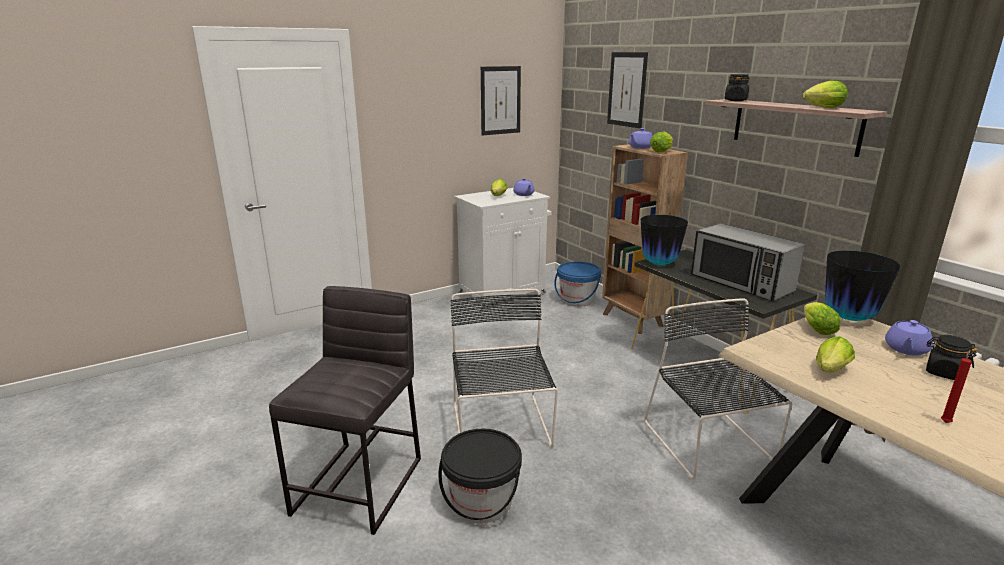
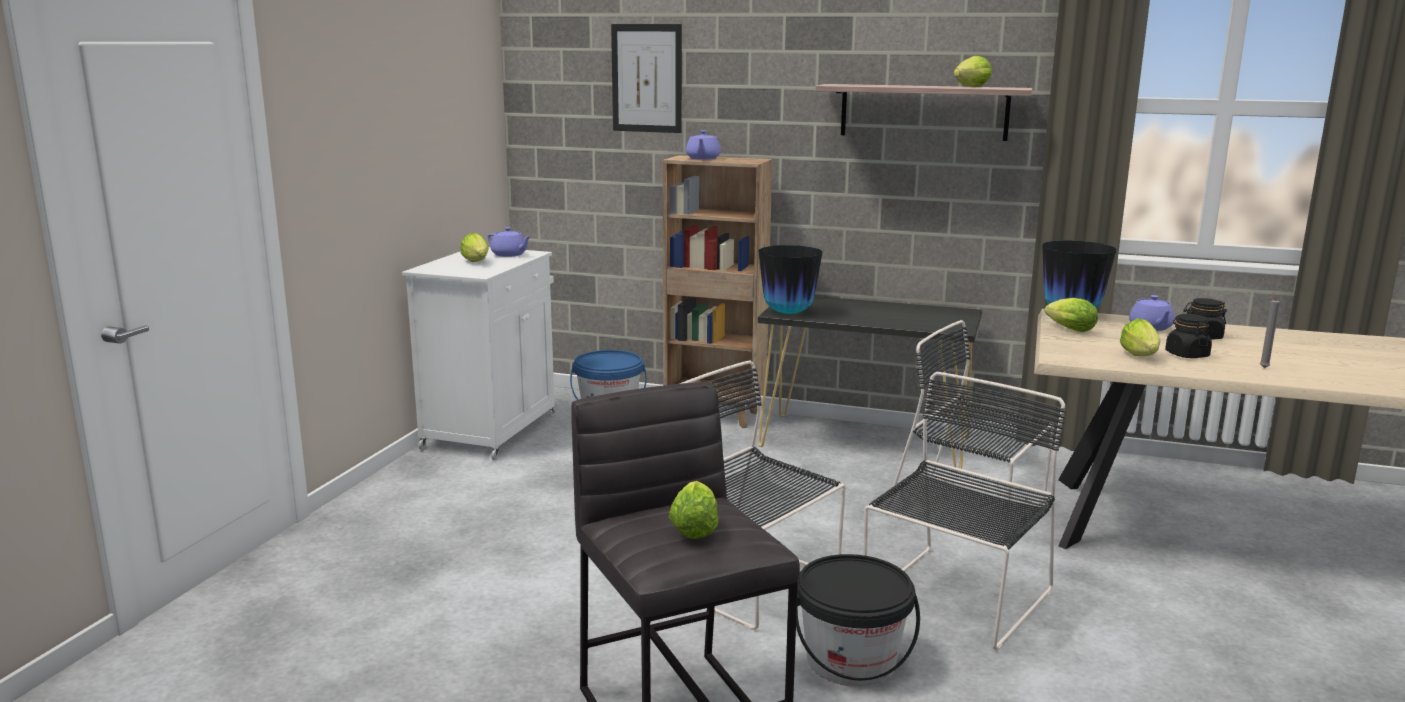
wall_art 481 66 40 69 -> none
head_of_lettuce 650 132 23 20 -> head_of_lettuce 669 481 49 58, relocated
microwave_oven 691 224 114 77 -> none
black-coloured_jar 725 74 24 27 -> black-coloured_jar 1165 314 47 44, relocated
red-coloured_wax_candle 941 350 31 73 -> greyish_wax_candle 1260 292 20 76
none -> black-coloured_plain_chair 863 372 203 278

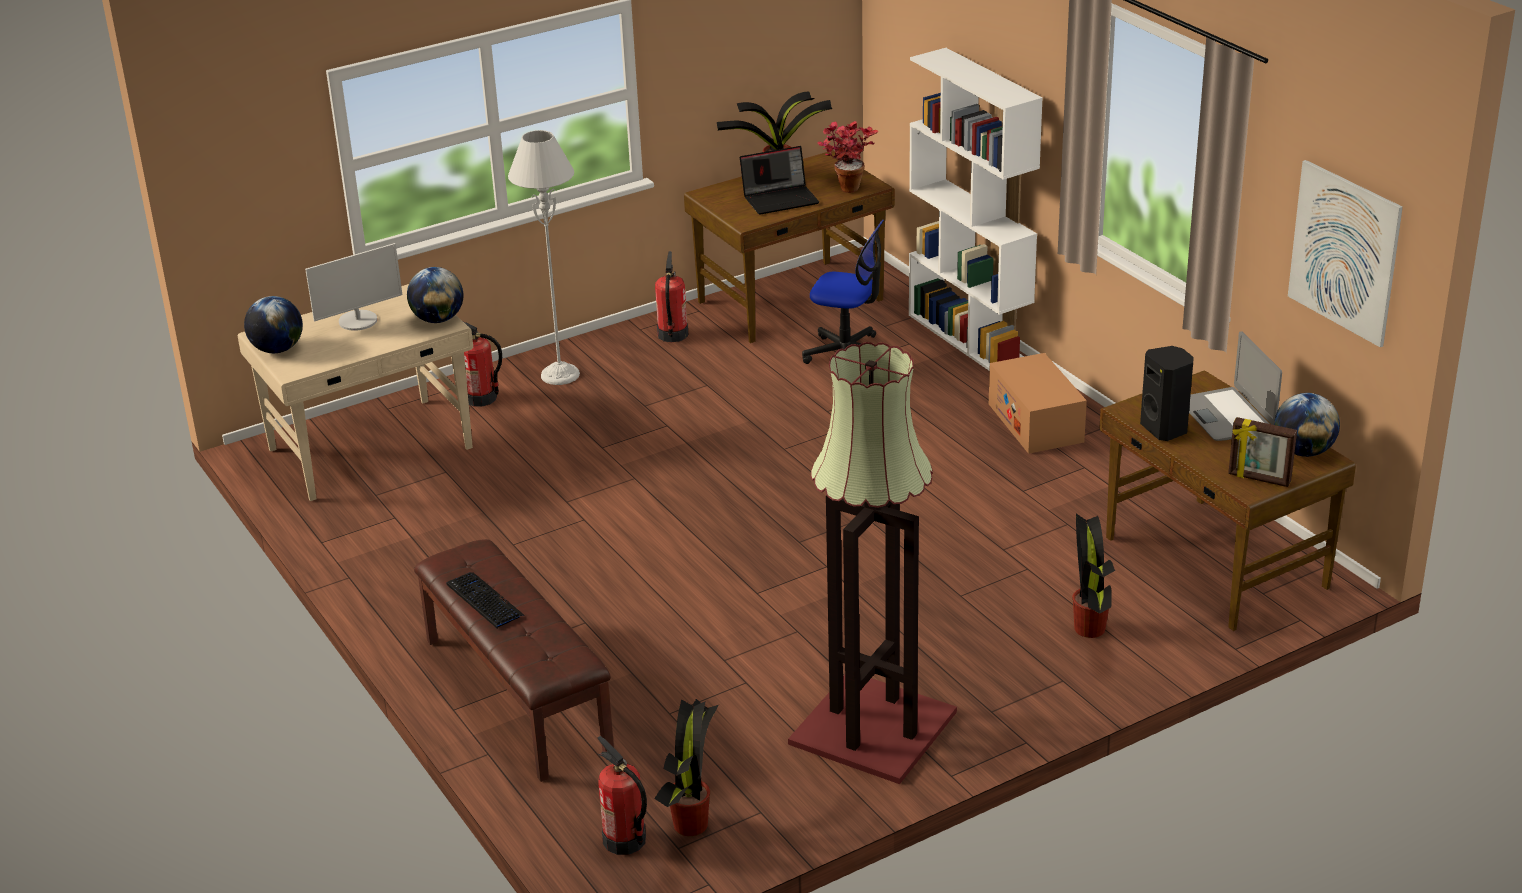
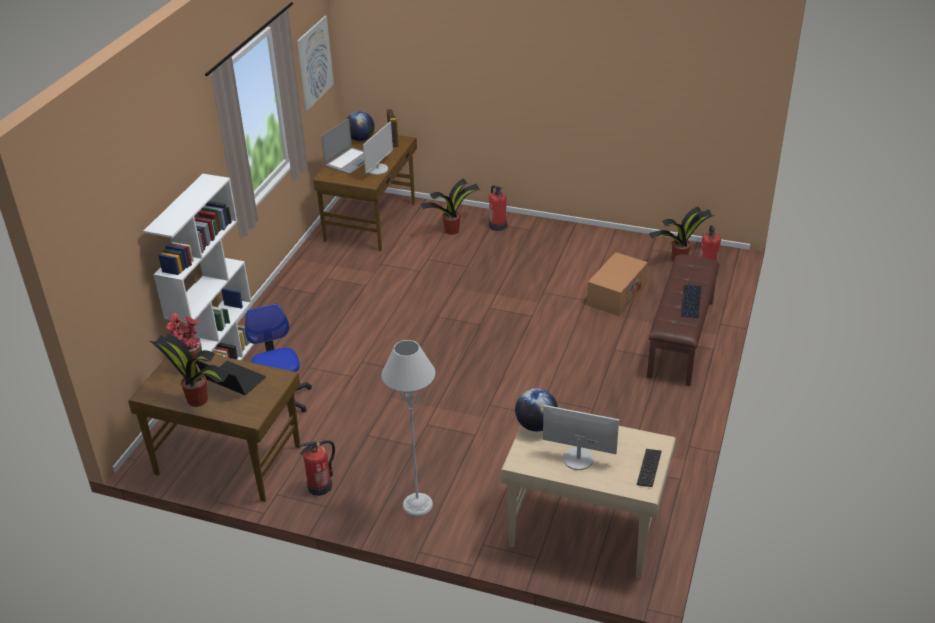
globe 244 296 59 57 -> computer_keyboard 637 449 25 38
fire_extinguisher 463 321 39 86 -> fire_extinguisher 489 185 18 46, relocated
floor_lamp 788 342 169 442 -> none
carton 989 353 98 101 -> carton 587 252 61 64, relocated
black-coloured_loudspeaker 1140 346 54 95 -> computer_screen 363 122 30 53

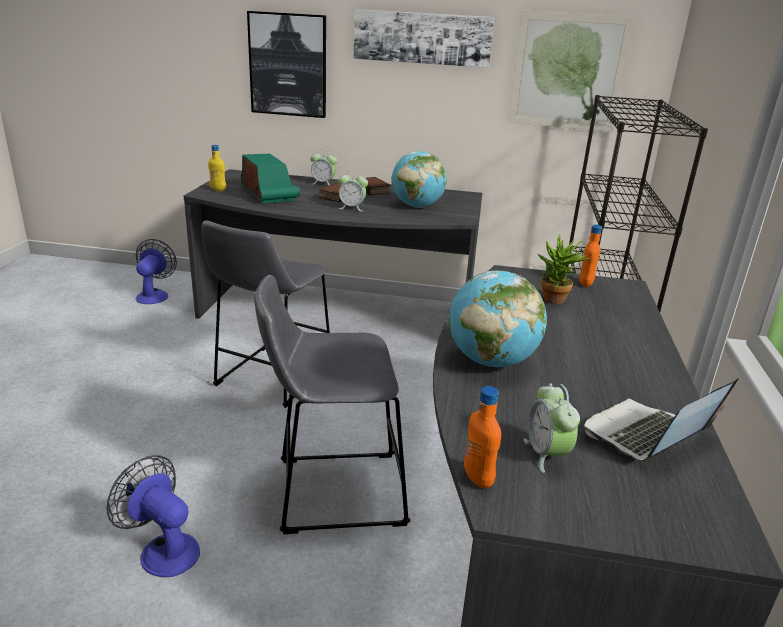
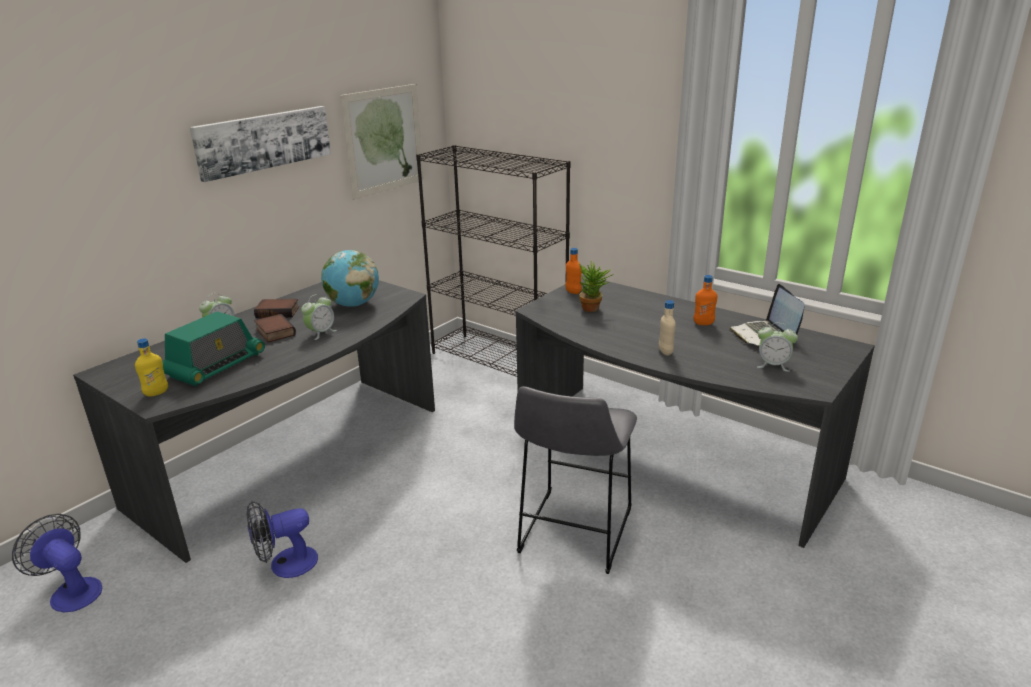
fan 106 455 94 122 -> fan 247 501 71 77, relocated
greyish_stool_seat 201 221 129 187 -> none
radio_receiver 241 154 59 50 -> radio_receiver 162 311 103 75, 120 degrees clockwise
wall_art 247 11 79 107 -> none
globe 449 270 98 97 -> beige_bottle 659 300 17 56
orangey_bottle 464 386 37 102 -> orangey_bottle 694 275 23 50, relocated

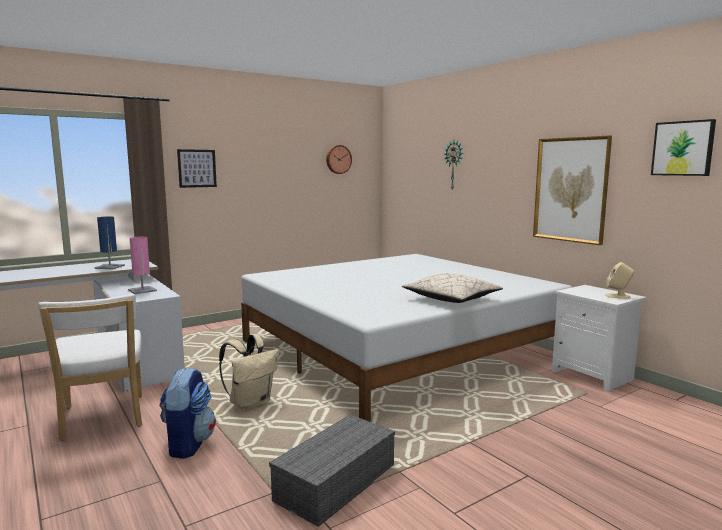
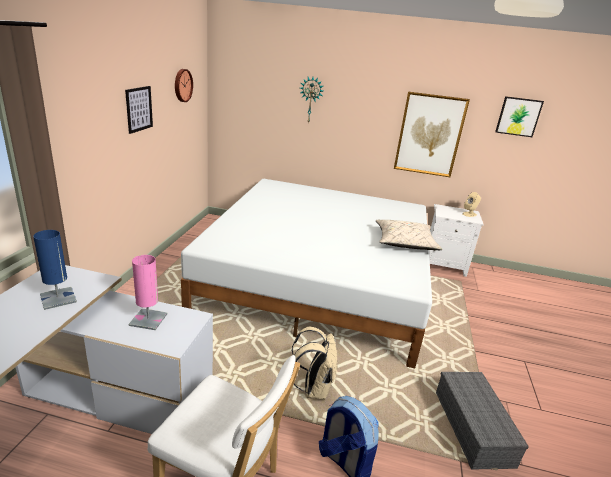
wall_art 177 149 40 39 -> wall_art 125 86 28 48, relocated

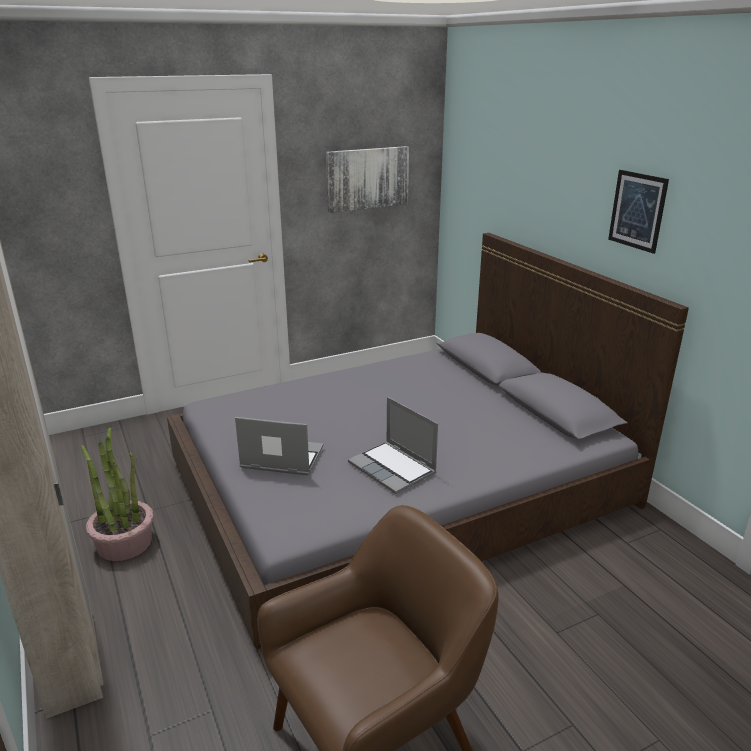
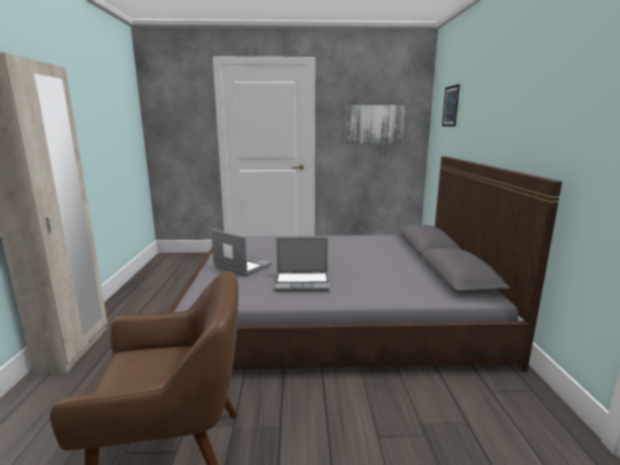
plant_in_a_pot 81 428 73 133 -> none
laptop 348 397 90 97 -> laptop 274 237 56 55, 75 degrees counterclockwise
wall_art 608 170 61 84 -> wall_art 442 84 18 42, relocated

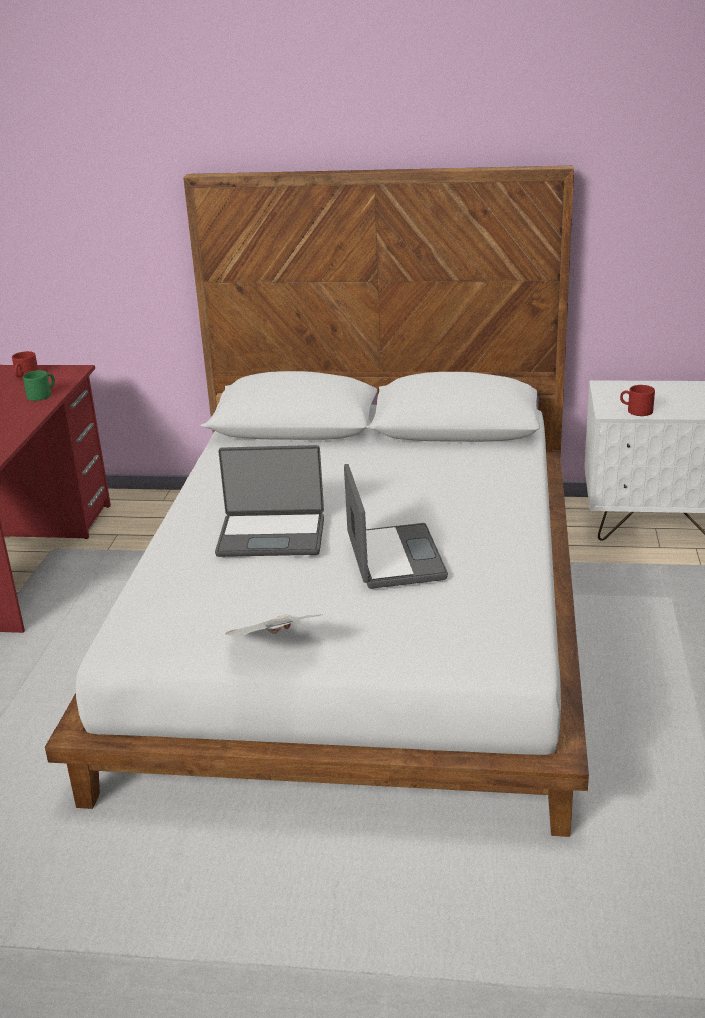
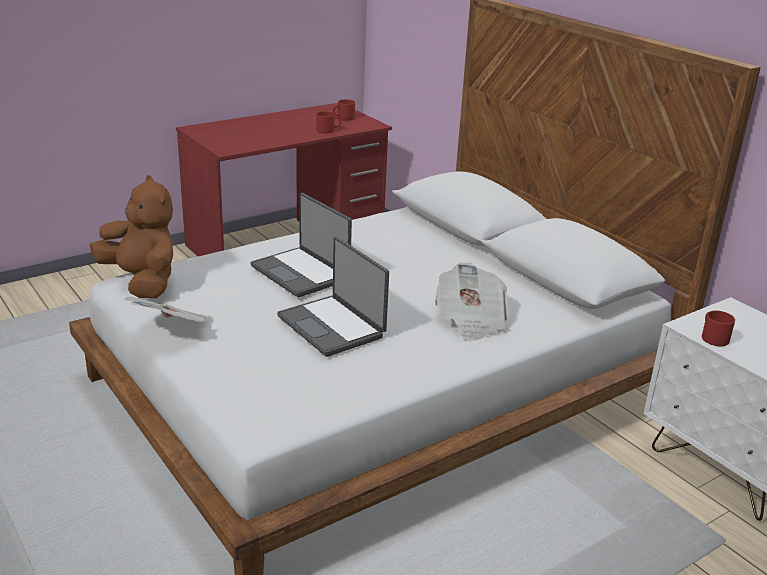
greenish_coffee_mug 23 370 32 31 -> red-coloured_coffee_mug 316 111 25 22
laptop 344 464 104 125 -> laptop 277 237 112 120, 105 degrees clockwise
none -> brownish_plush_toy 90 175 83 123
none -> daily_paper 435 262 74 79

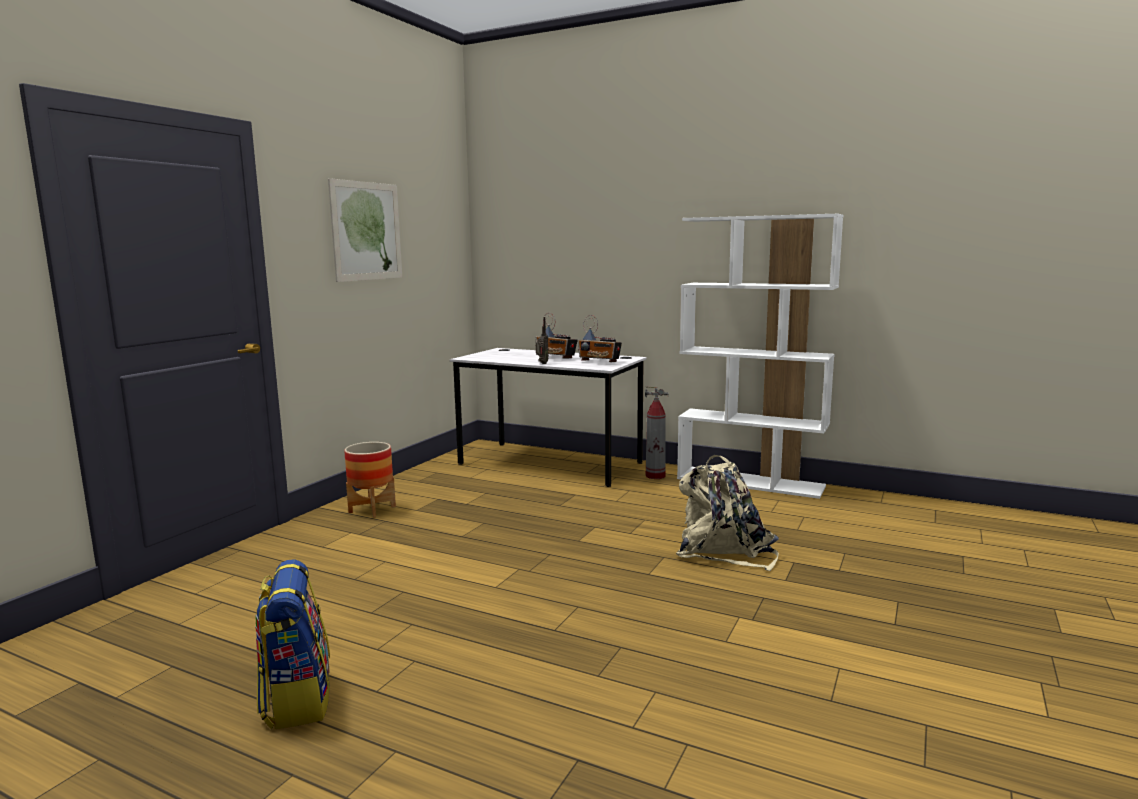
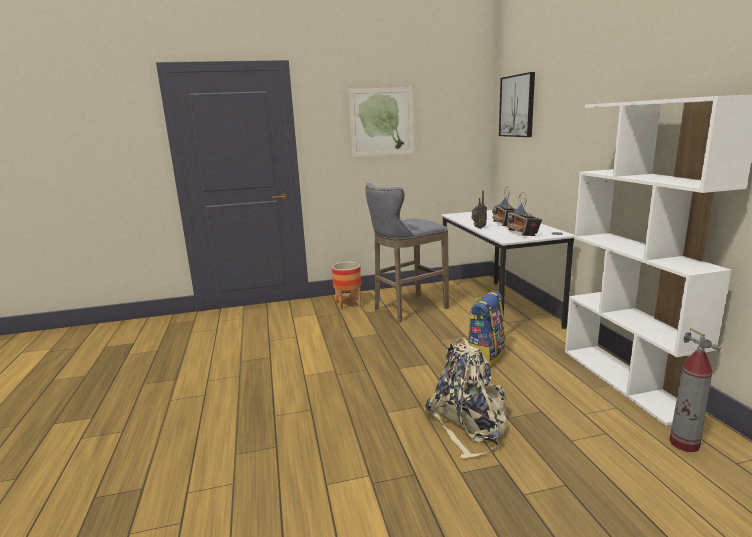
rucksack 255 559 75 170 -> rucksack 468 291 38 78, relocated
fire_extinguisher 645 386 23 93 -> fire_extinguisher 669 328 52 124, relocated
none -> greyish_stool_seat 365 183 84 140
none -> wall_art 499 72 36 65

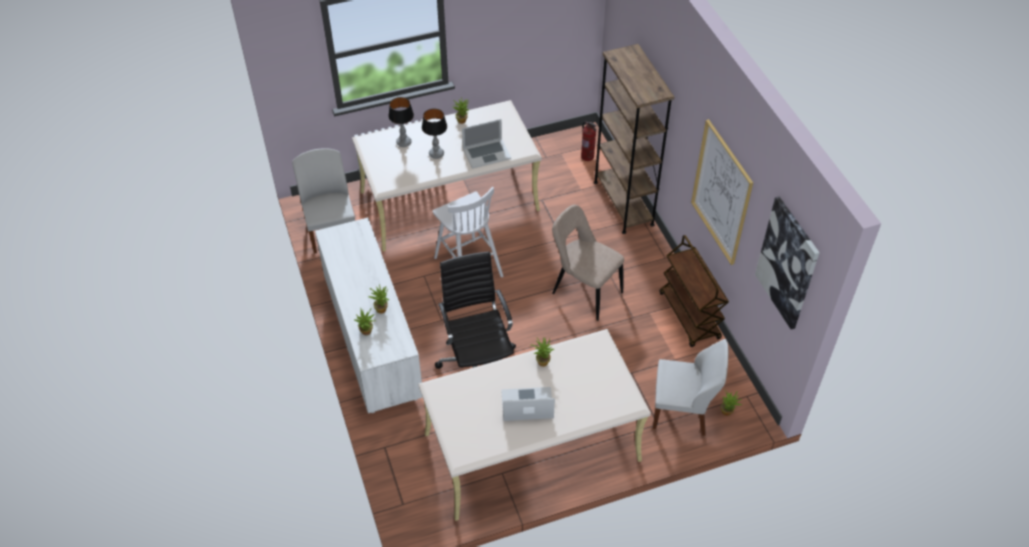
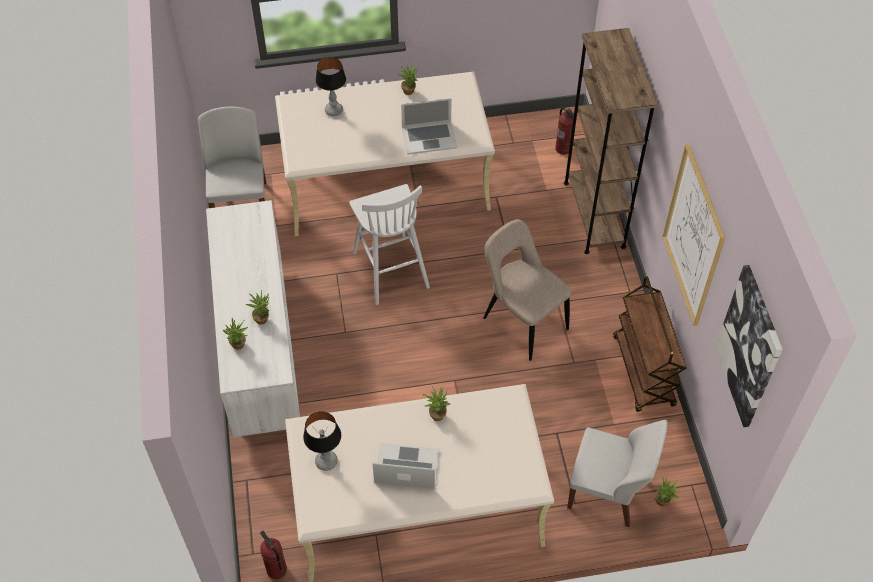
lamp_for_a_table 422 108 25 51 -> lamp_for_a_table 303 411 38 60, relocated
black-coloured_office_chair 435 251 81 118 -> none
none -> fire_extinguisher 260 531 27 48

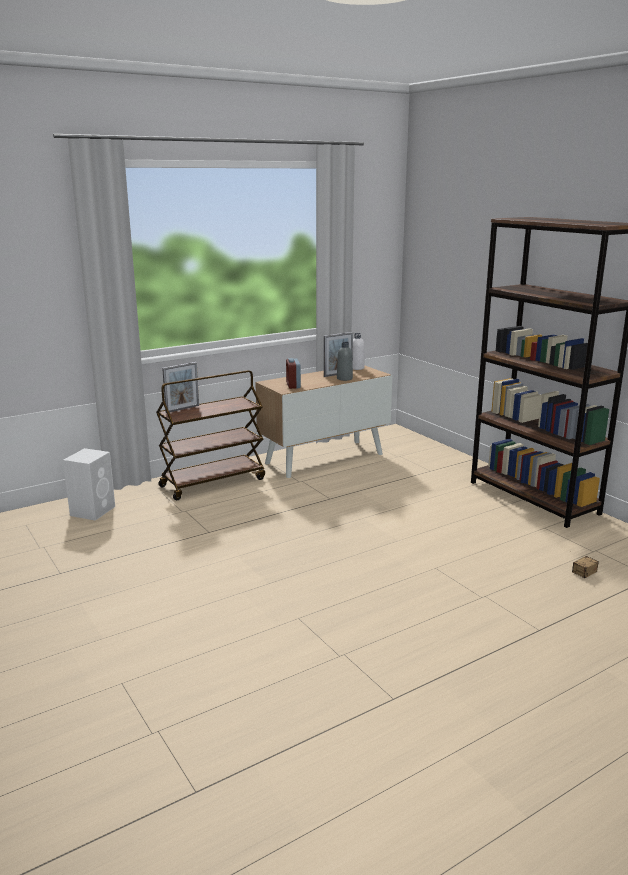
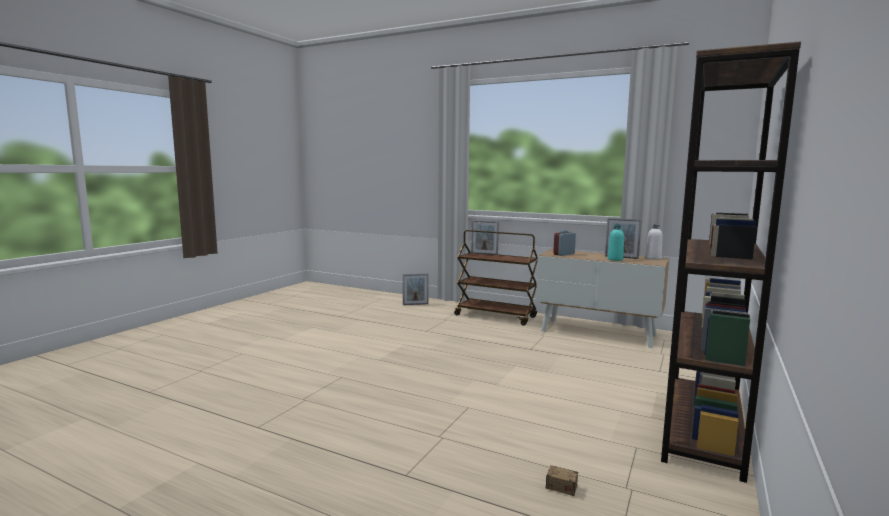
white_loudspeaker 63 448 52 73 -> photo_frame 403 274 26 31
greyish_bottle 337 342 16 39 -> turquoise-coloured_bottle 608 224 16 37

